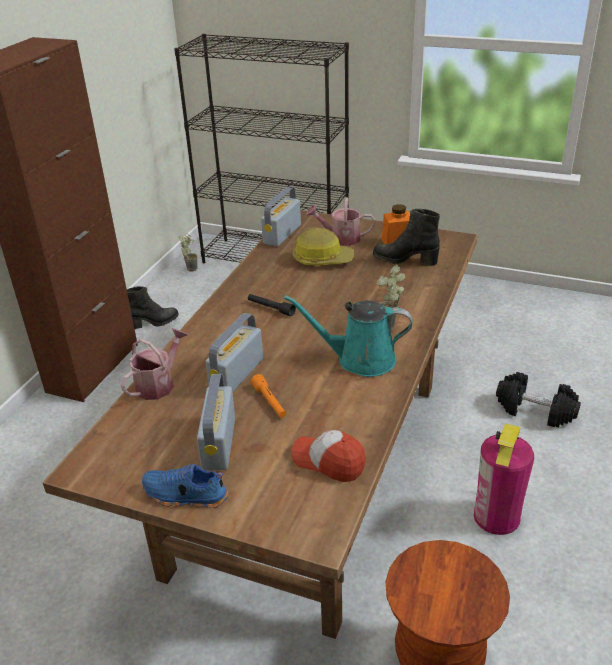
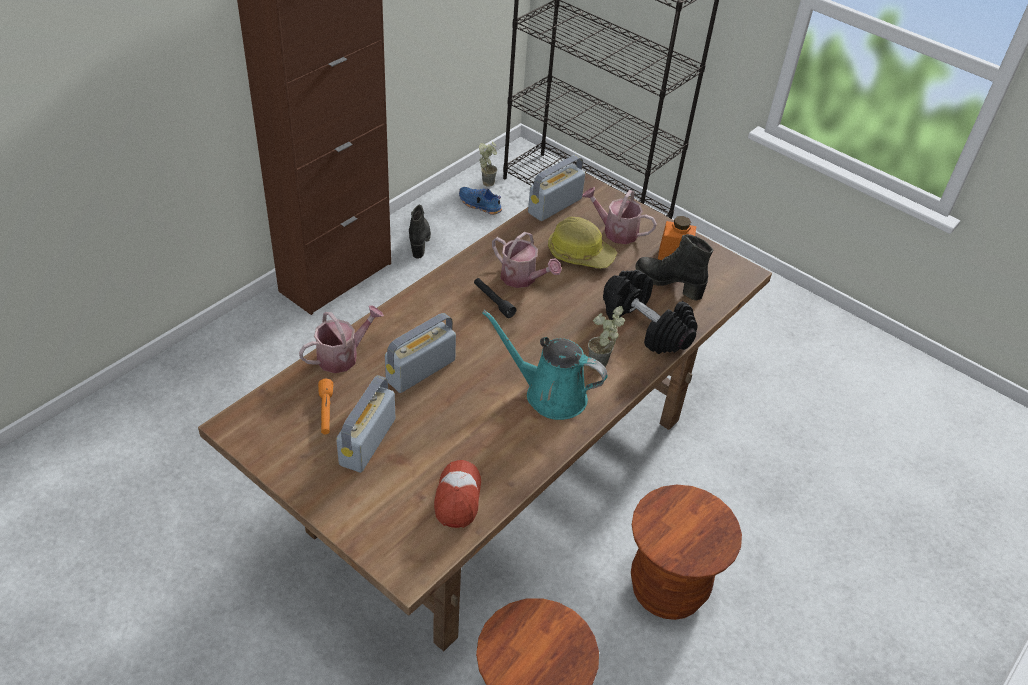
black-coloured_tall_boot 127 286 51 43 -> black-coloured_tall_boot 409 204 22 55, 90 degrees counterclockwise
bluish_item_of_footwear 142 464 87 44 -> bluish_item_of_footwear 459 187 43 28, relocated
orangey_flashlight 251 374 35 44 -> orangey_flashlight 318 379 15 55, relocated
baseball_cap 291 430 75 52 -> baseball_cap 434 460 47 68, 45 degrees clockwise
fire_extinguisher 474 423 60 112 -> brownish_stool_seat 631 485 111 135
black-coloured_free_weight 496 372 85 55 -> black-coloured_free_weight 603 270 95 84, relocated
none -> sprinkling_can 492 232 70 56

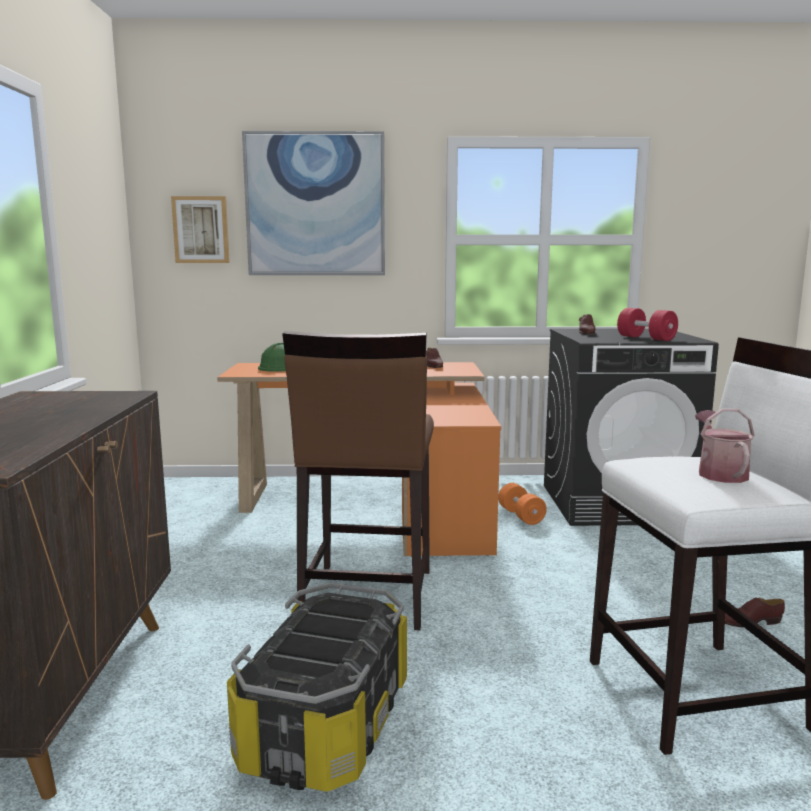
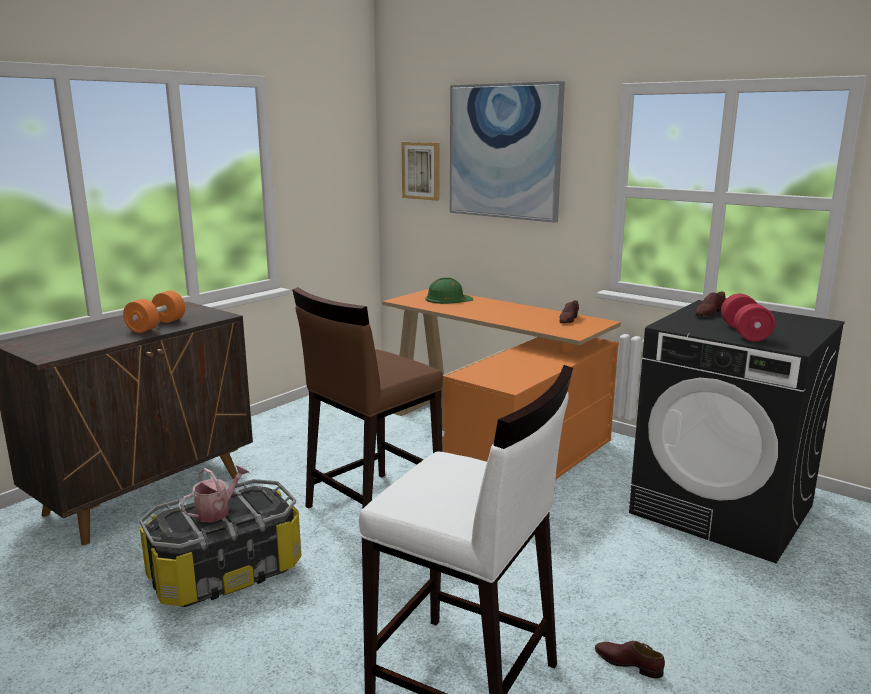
orangey_free_weight 498 483 49 42 -> orangey_free_weight 123 290 62 43, relocated
sprinkling_can 695 409 60 74 -> sprinkling_can 180 465 69 57, relocated

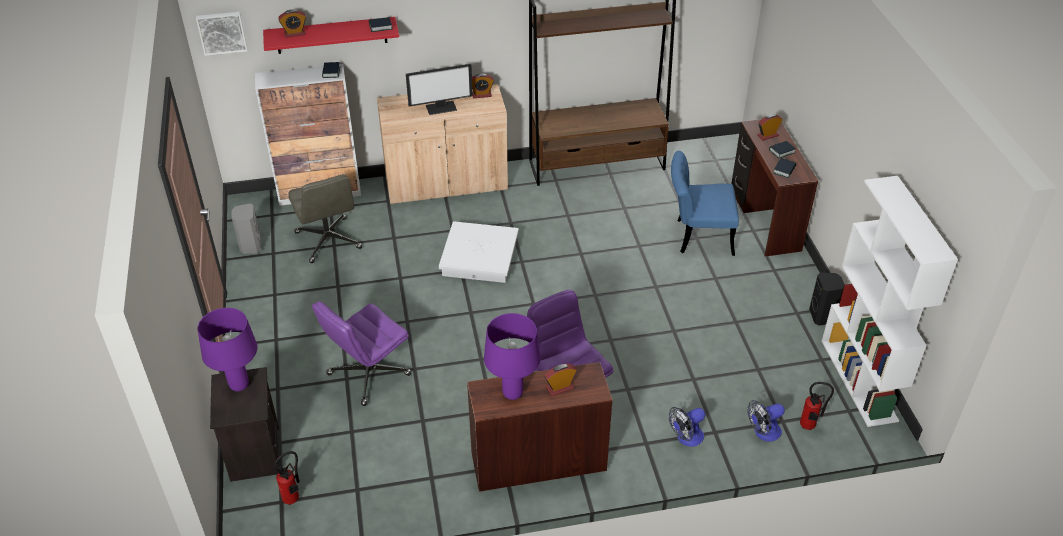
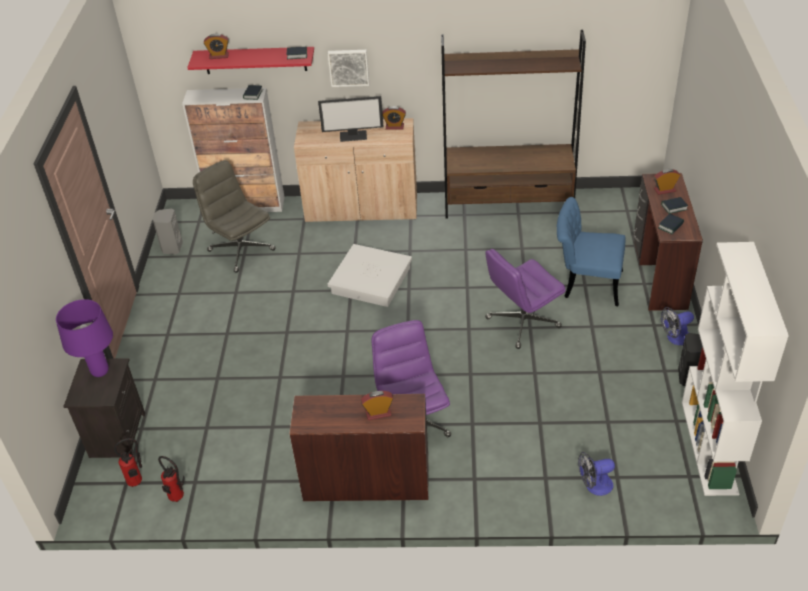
wall_art 196 12 51 44 -> wall_art 328 50 41 37, relocated
greyish_office_chair 288 174 74 89 -> greyish_office_chair 193 160 83 113, 150 degrees clockwise
purplish_office_chair 312 301 100 105 -> purplish_office_chair 485 249 81 100, relocated
purplish_lamp_for_a_table 484 313 56 87 -> none
fan 669 407 36 40 -> fan 661 307 33 38, relocated
fire_extinguisher 800 382 34 48 -> fire_extinguisher 158 456 27 46, relocated

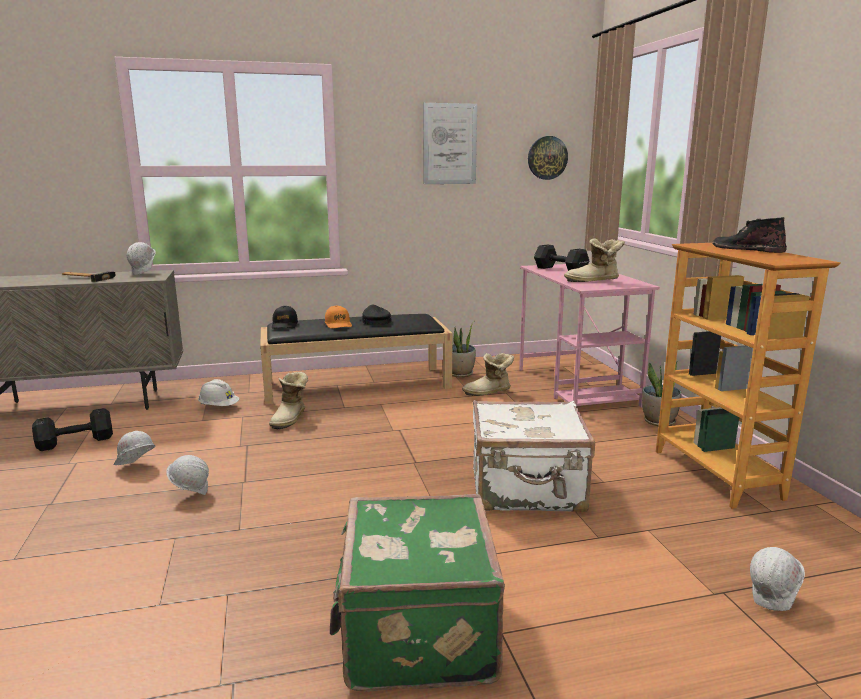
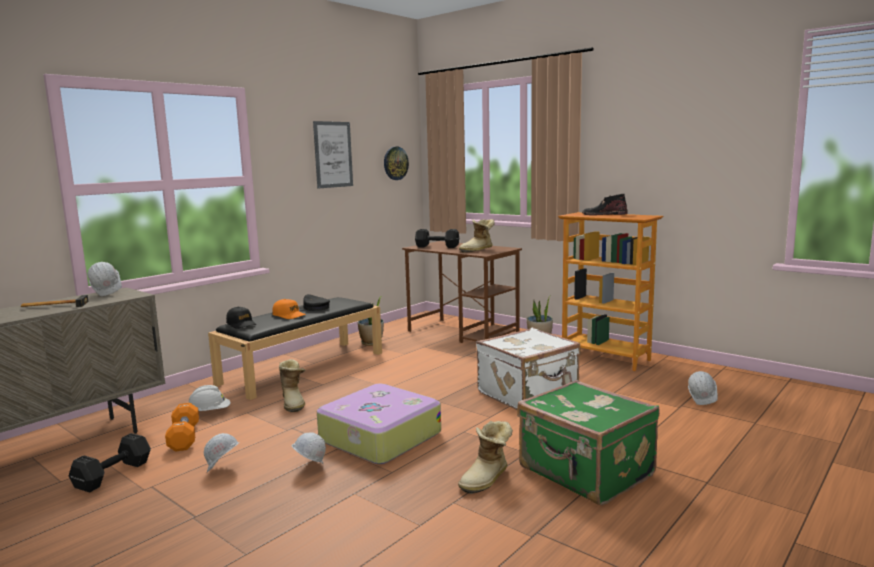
tall_boot 462 353 52 43 -> tall_boot 458 421 55 73, relocated
pinkish_desk_table 519 264 141 144 -> brownish_desk_table 402 241 120 102
none -> orangey_free_weight 165 403 34 49
none -> suitcase 317 383 124 81

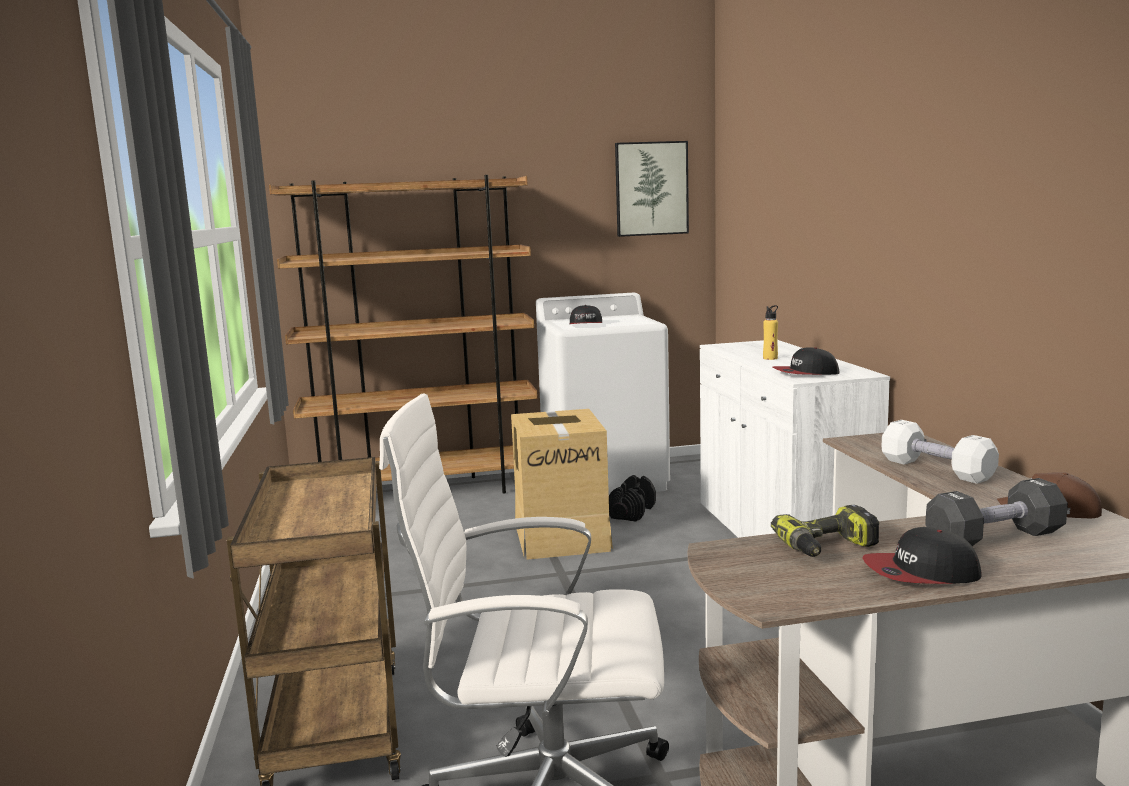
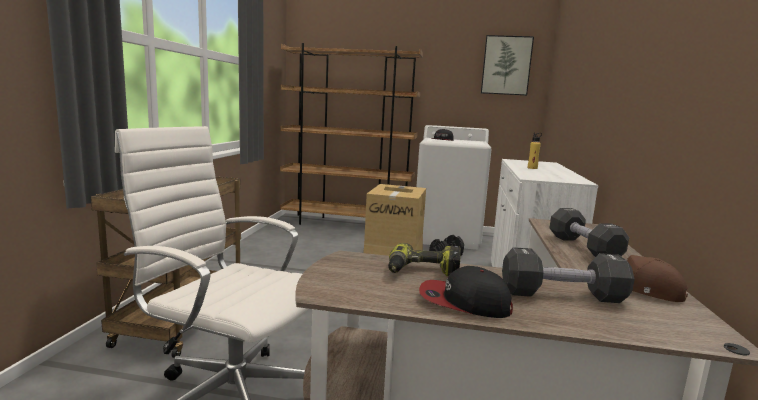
baseball_cap 773 347 67 28 -> none
white_free_weight 882 420 117 64 -> black-coloured_free_weight 550 208 79 49

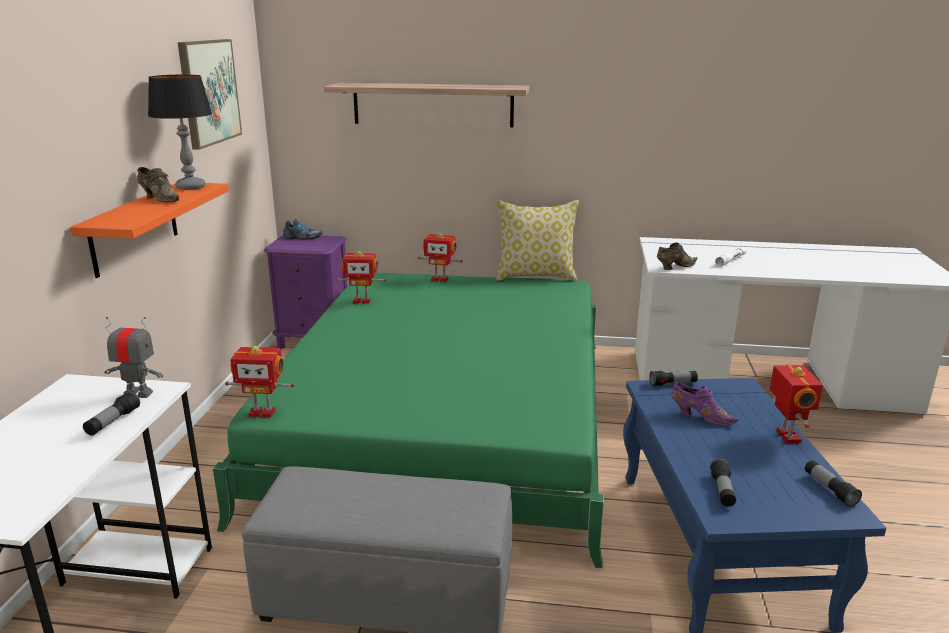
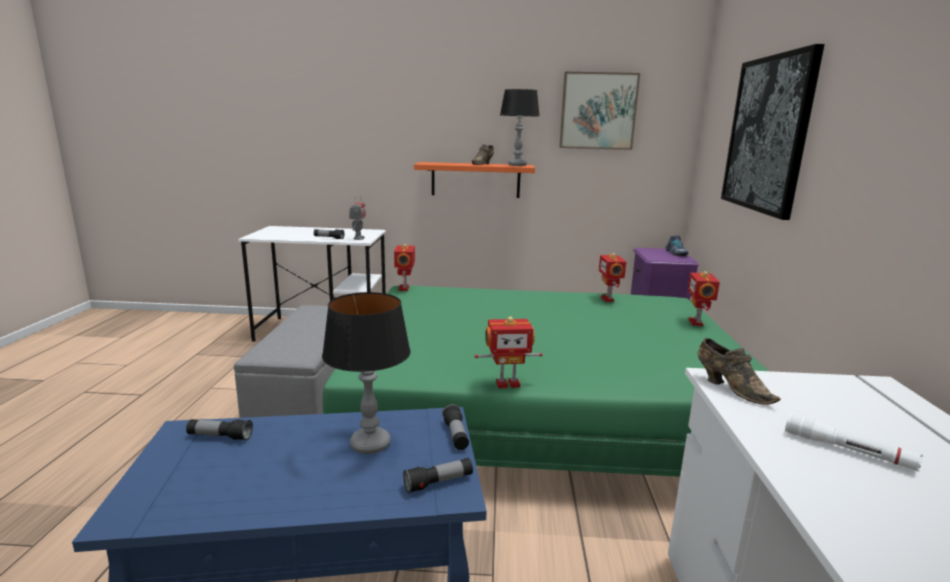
bracket_shelf 324 83 206 44 -> wall_art 721 44 104 176
pillow 496 200 83 81 -> none
purplish_item_of_footwear 671 382 68 44 -> lamp_for_a_table 322 292 89 162
model_robot 770 364 53 79 -> model_robot 475 317 68 71, relocated
flashlight 805 460 57 47 -> flashlight 403 458 70 35, relocated

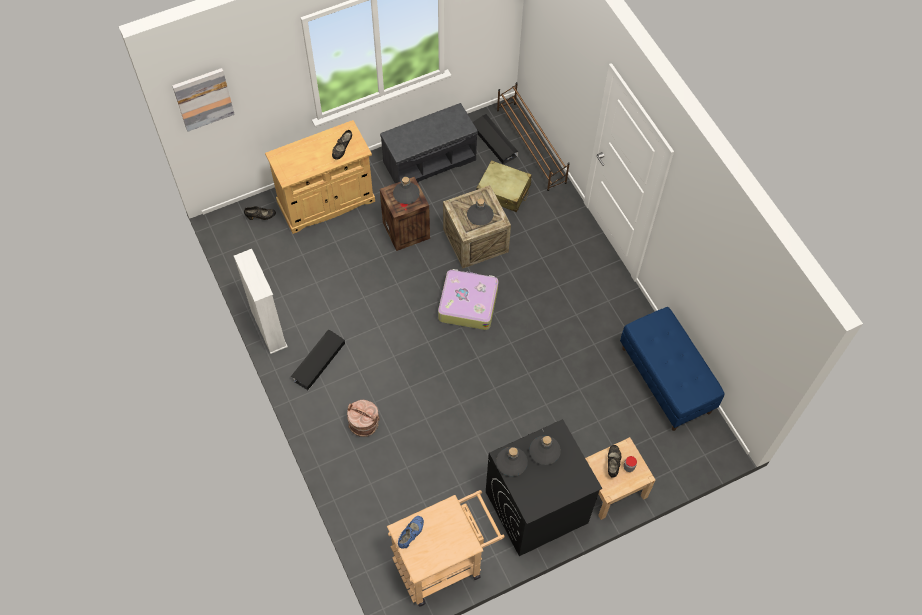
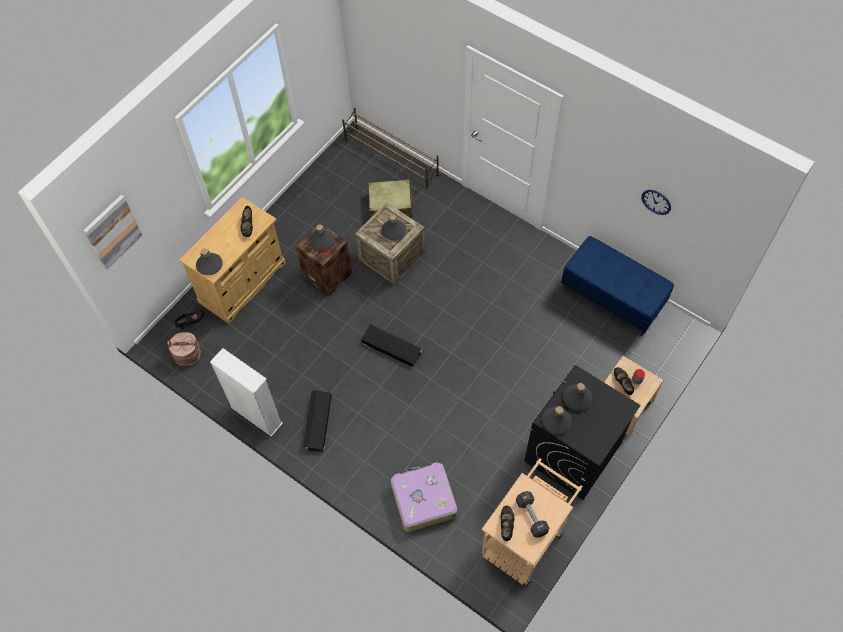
brownish_pail 347 400 33 37 -> brownish_pail 167 332 34 34, relocated
greyish_indoor_bench 380 103 98 80 -> none
bluish_item_of_footwear 398 516 26 32 -> black-coloured_item_of_footwear 501 506 13 35
suitcase 438 269 60 61 -> suitcase 391 462 66 70, relocated
black-coloured_storage_container 473 114 46 51 -> black-coloured_storage_container 361 324 61 43, relocated
none -> greyish_bottle 196 249 27 26
none -> black-coloured_free_weight 516 491 33 47
none -> wall_clock 641 190 30 25

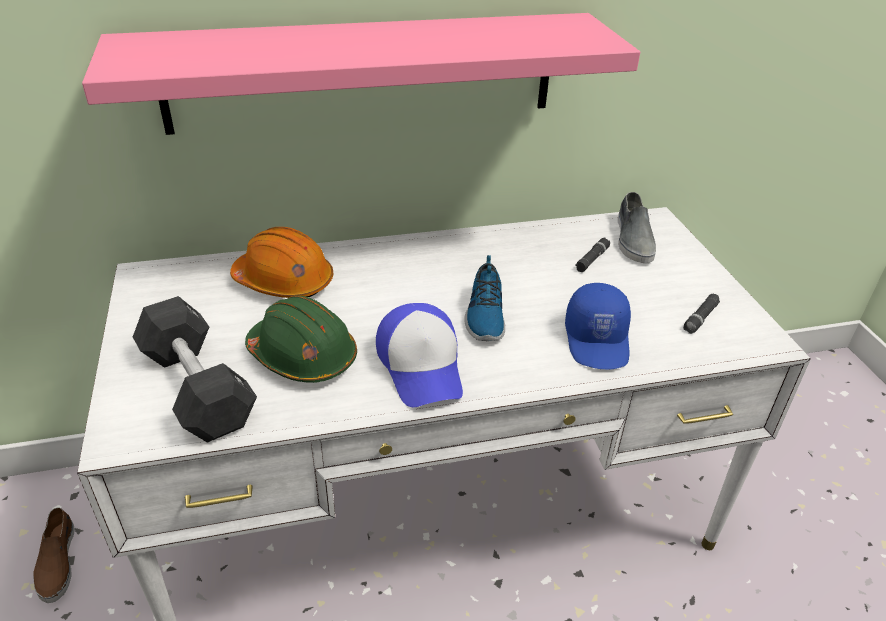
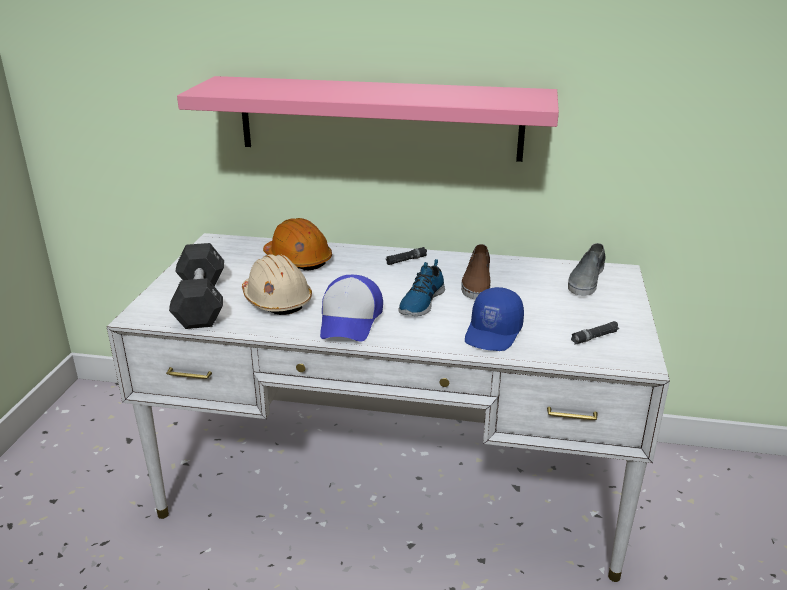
brownish_item_of_footwear 33 507 42 96 -> brownish_item_of_footwear 461 244 30 56, relocated
greenish_work_helmet 245 296 112 87 -> beige_work_helmet 242 254 70 61
black-coloured_flashlight 575 238 35 34 -> black-coloured_flashlight 386 247 41 18, relocated

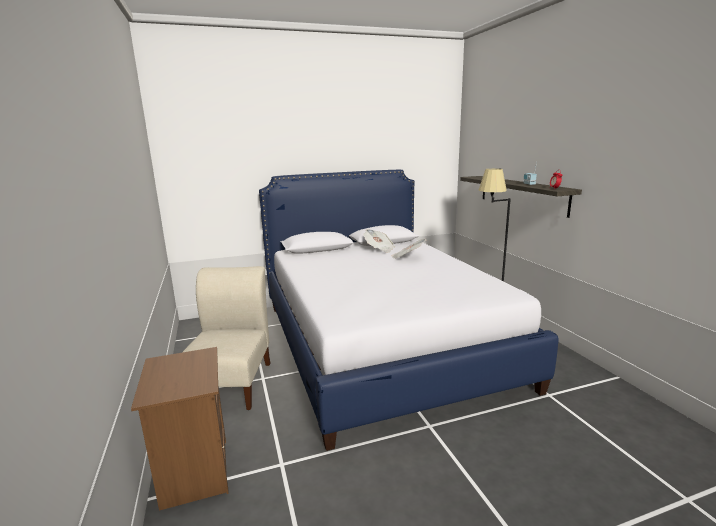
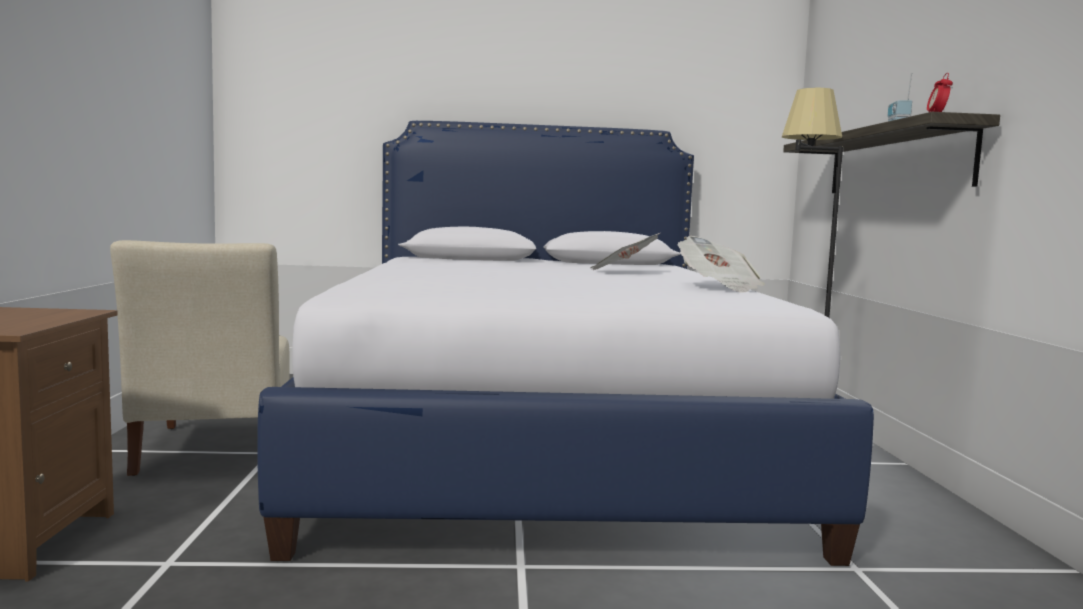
beige_plain_chair 183 266 87 144 -> beige_plain_chair 110 240 180 236, 150 degrees clockwise
daily_paper 363 229 32 24 -> daily_paper 678 236 87 57, relocated

